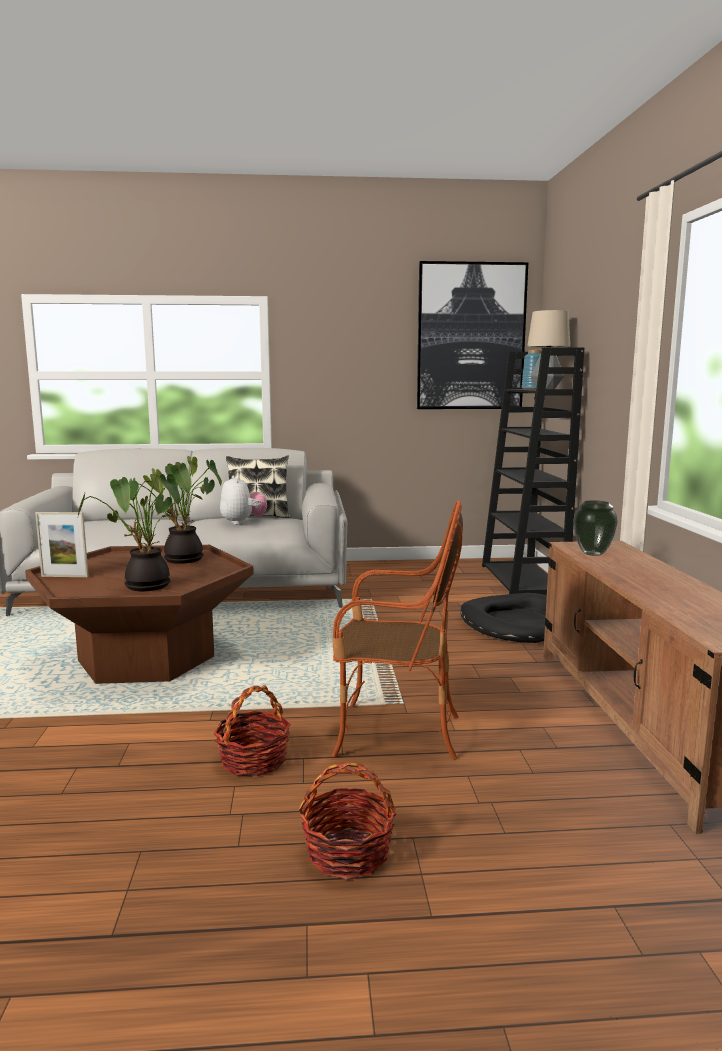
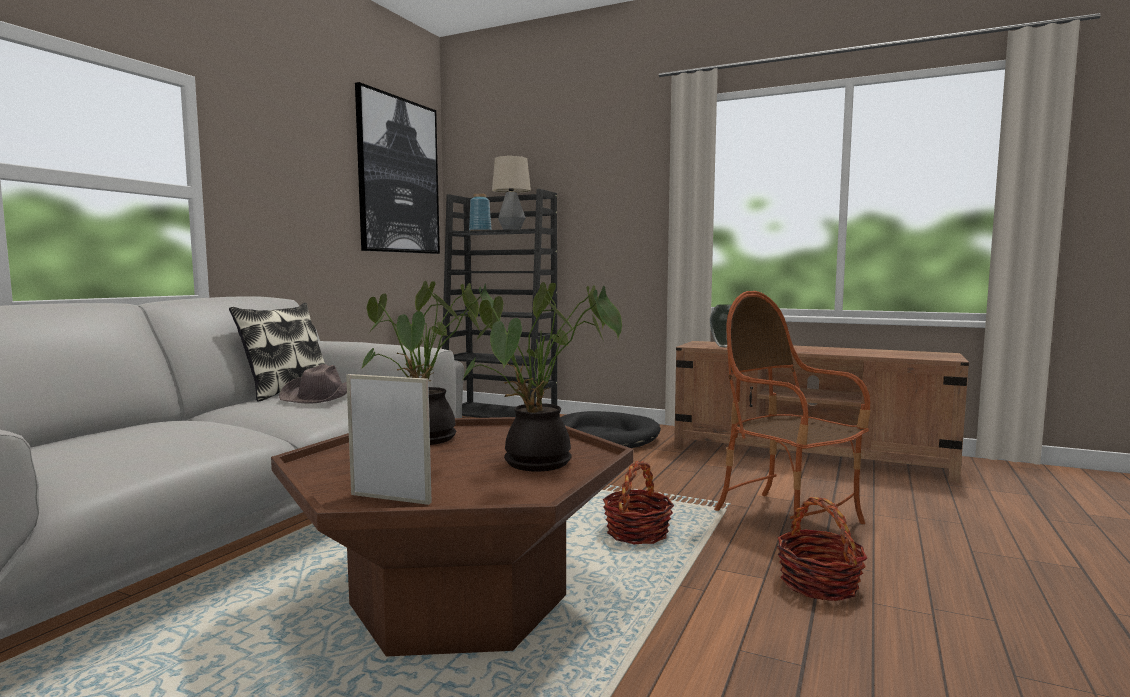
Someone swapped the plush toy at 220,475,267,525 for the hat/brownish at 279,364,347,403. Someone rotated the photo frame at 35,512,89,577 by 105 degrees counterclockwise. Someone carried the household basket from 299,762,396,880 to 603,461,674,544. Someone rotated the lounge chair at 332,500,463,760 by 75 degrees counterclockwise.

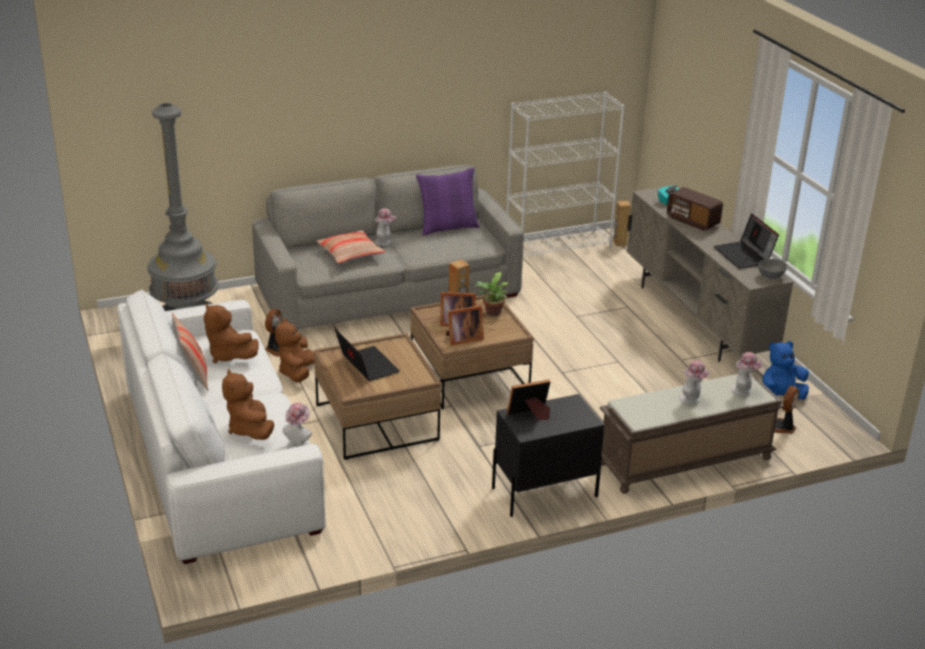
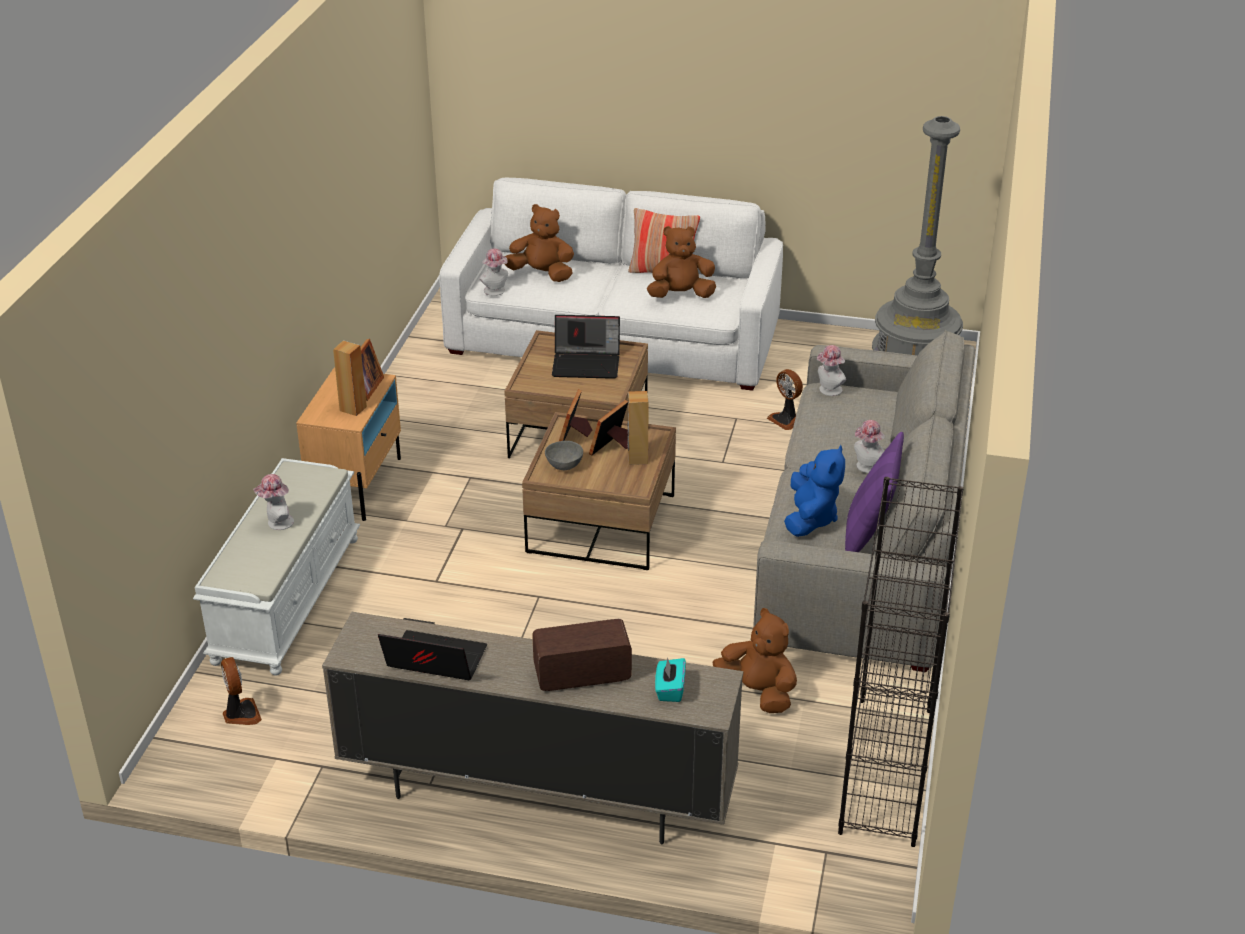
Someone repainted the indoor bench/brownish at 600,374,784,493, which became the indoor bench/white-coloured at 193,458,360,676. Someone repainted the night table/black-coloured at 492,394,604,517, which became the night table/beige at 296,368,401,521. Someone carried the speaker/brownish from 613,201,631,246 to 333,341,367,416. Someone carried the serving bowl/gray from 758,259,787,279 to 545,441,583,470. Someone carried the plush toy/brownish from 275,318,314,382 to 712,608,797,713. Someone carried the plush toy/blue-coloured from 762,341,809,400 to 784,445,845,537. Someone carried the hat from 731,352,763,396 to 817,345,846,396. Someone repainted the bookshelf/white-coloured at 507,92,625,257, which became the bookshelf/black-coloured at 838,477,964,847. Someone took away the throw pillow at 316,230,385,264. Someone took away the plant in a pot at 474,272,508,316.

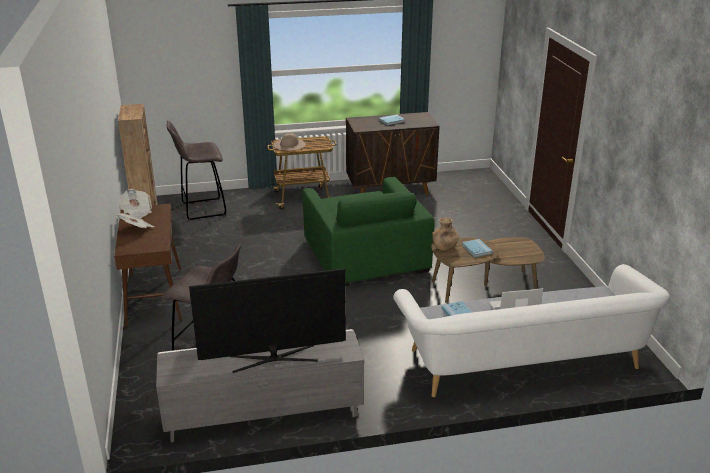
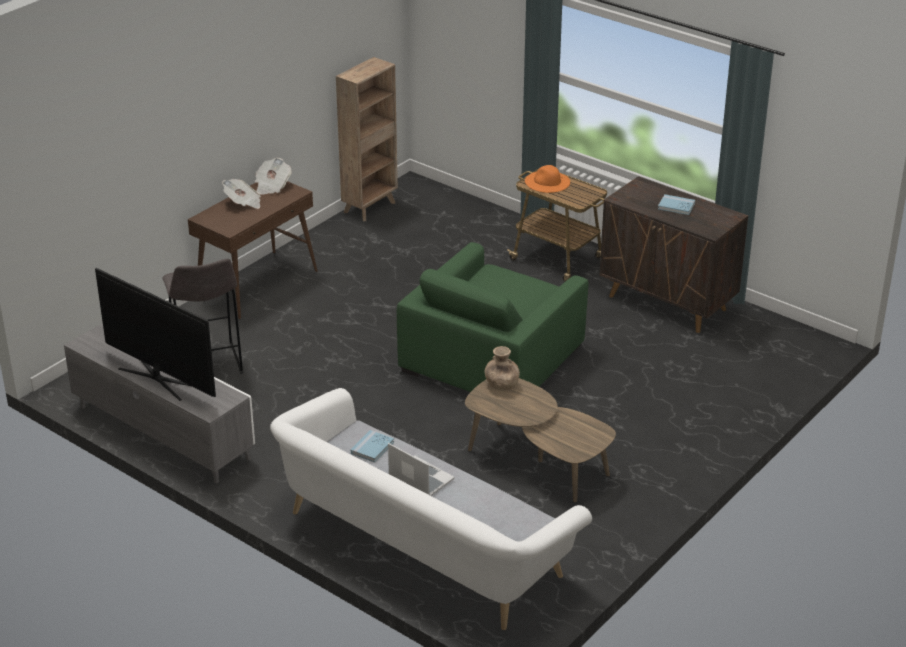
Someone repainted the hat/beige at 273,132,306,151, which became the hat/orangey at 525,165,570,193. Someone took away the sitting stool/gray at 167,121,226,221. Someone took away the bound book/blue-coloured at 462,239,492,258.

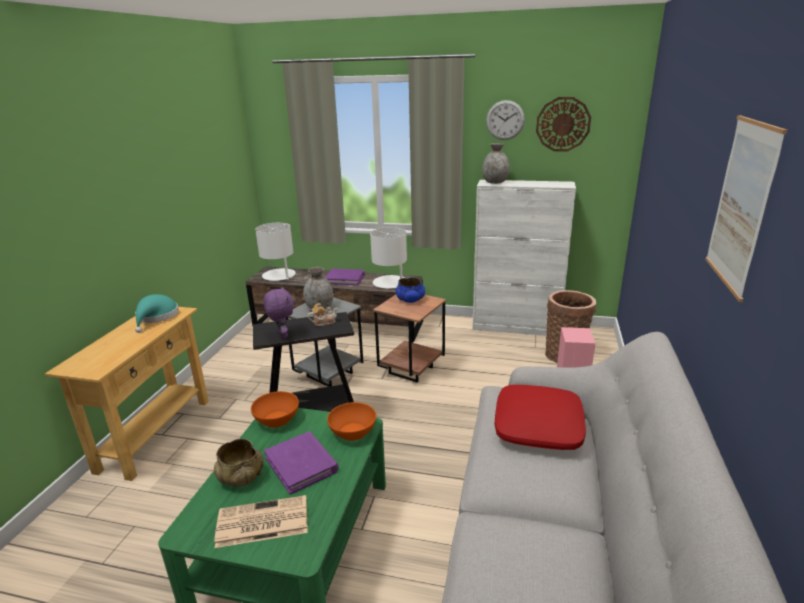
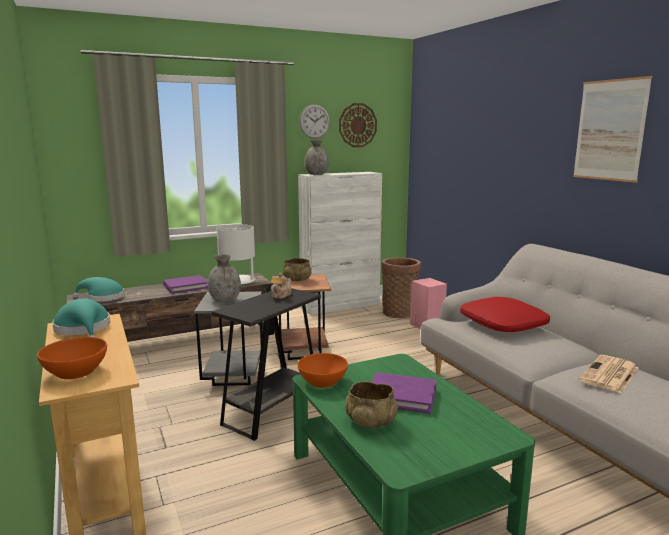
Someone carried the serving bowl/orangey from 327,402,376,441 to 37,337,107,379. Someone swapped the lamp for a table/white-coloured at 255,223,296,281 for the hat/blue-green at 73,277,125,302. Someone repainted the serving bowl/blue-coloured at 395,277,425,303, which became the serving bowl/beige at 283,258,311,282. Someone carried the daily paper from 215,495,308,548 to 579,355,638,393. Someone took away the plush toy/purple at 263,287,294,339.

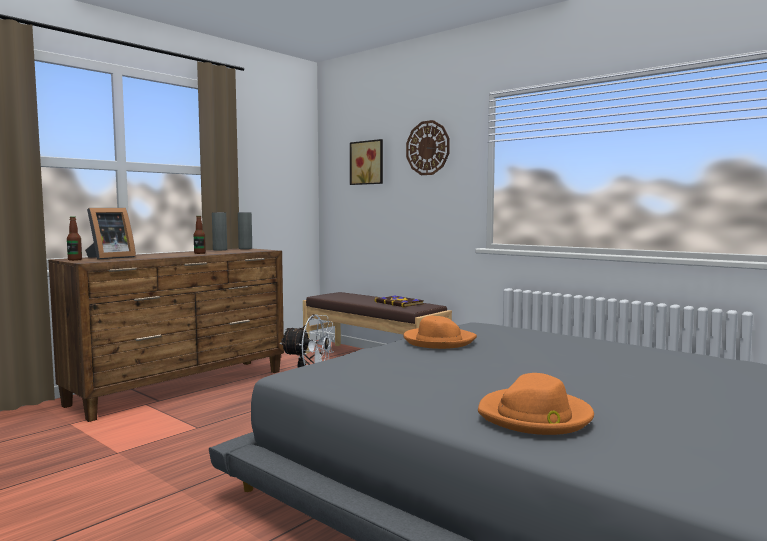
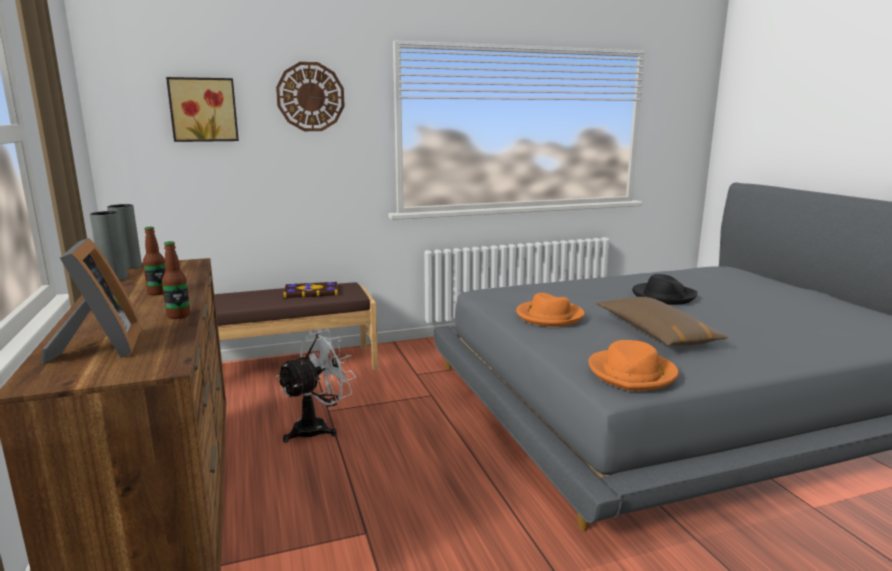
Someone carried the beverage bottle from 67,216,82,261 to 162,241,190,319. Someone carried the hat/orangey from 478,373,594,435 to 588,340,679,391. Someone put down the throw pillow/brownish at 596,297,728,346. Someone put down the hat/black-coloured at 632,274,698,305.

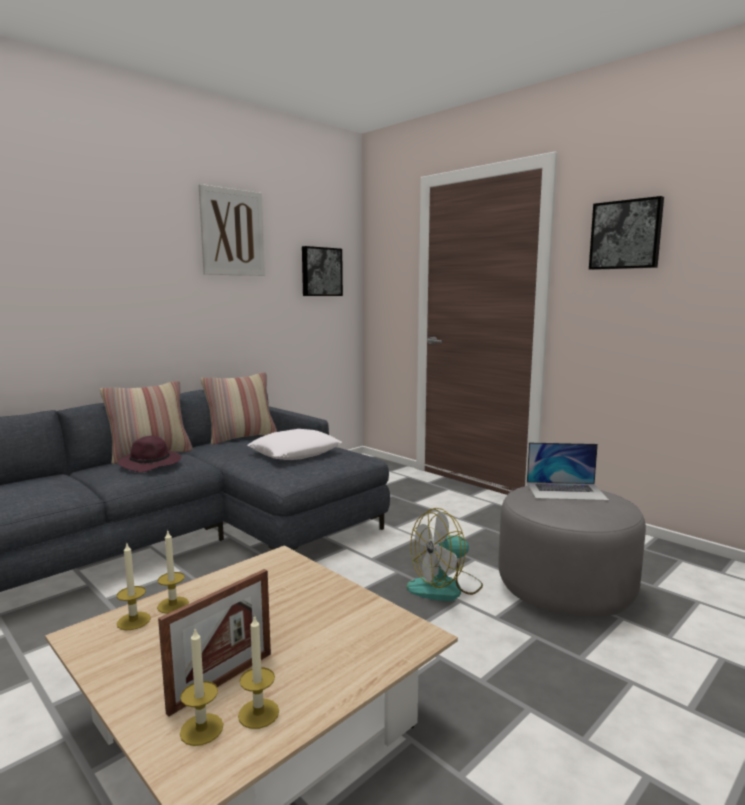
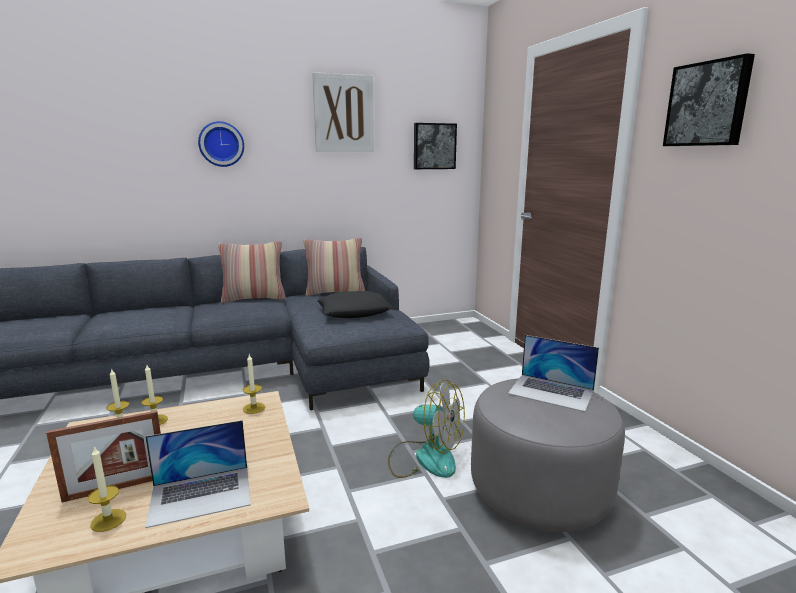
Someone put down the portable computer at 145,420,251,528. Someone put up the clock on the wall at 198,121,244,167. Someone carried the wax light from 180,629,223,746 to 243,355,265,414. Someone repainted the throw pillow/white-coloured at 247,429,342,460, which became the throw pillow/black-coloured at 317,291,393,318. Someone rotated the cooling fan at 407,508,483,601 by 150 degrees counterclockwise. Someone took away the hat/purple at 118,436,181,472.

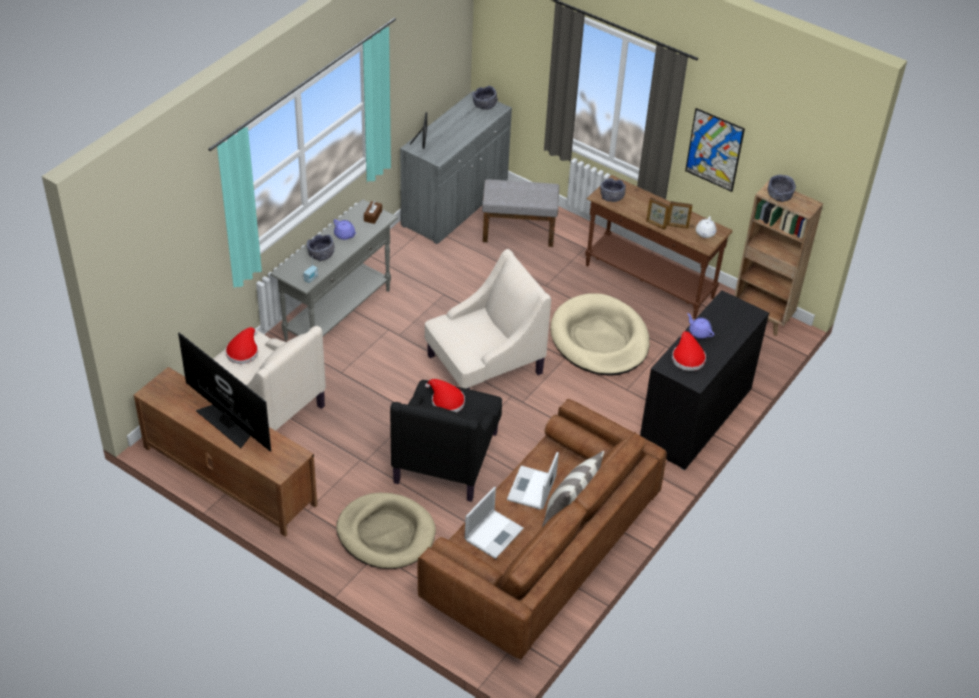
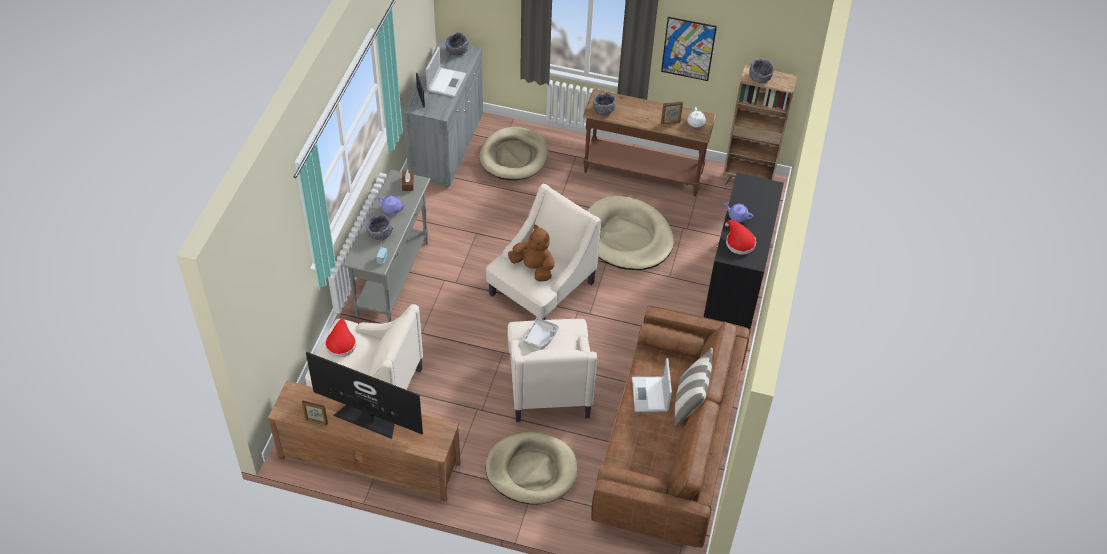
Someone carried the photo frame from 646,198,670,230 to 302,401,328,426. Someone carried the portable computer from 465,487,524,559 to 426,46,466,97. Someone swapped the ottoman/gray at 482,179,559,247 for the dog cushion/beige at 479,127,548,180. Someone repainted the lounge chair/black-coloured at 390,380,502,502, which became the lounge chair/beige at 507,319,597,422. Someone put down the plush toy/brownish at 508,225,555,282. Someone swapped the hat/red-coloured at 425,379,465,412 for the tray/gray at 523,317,559,349.

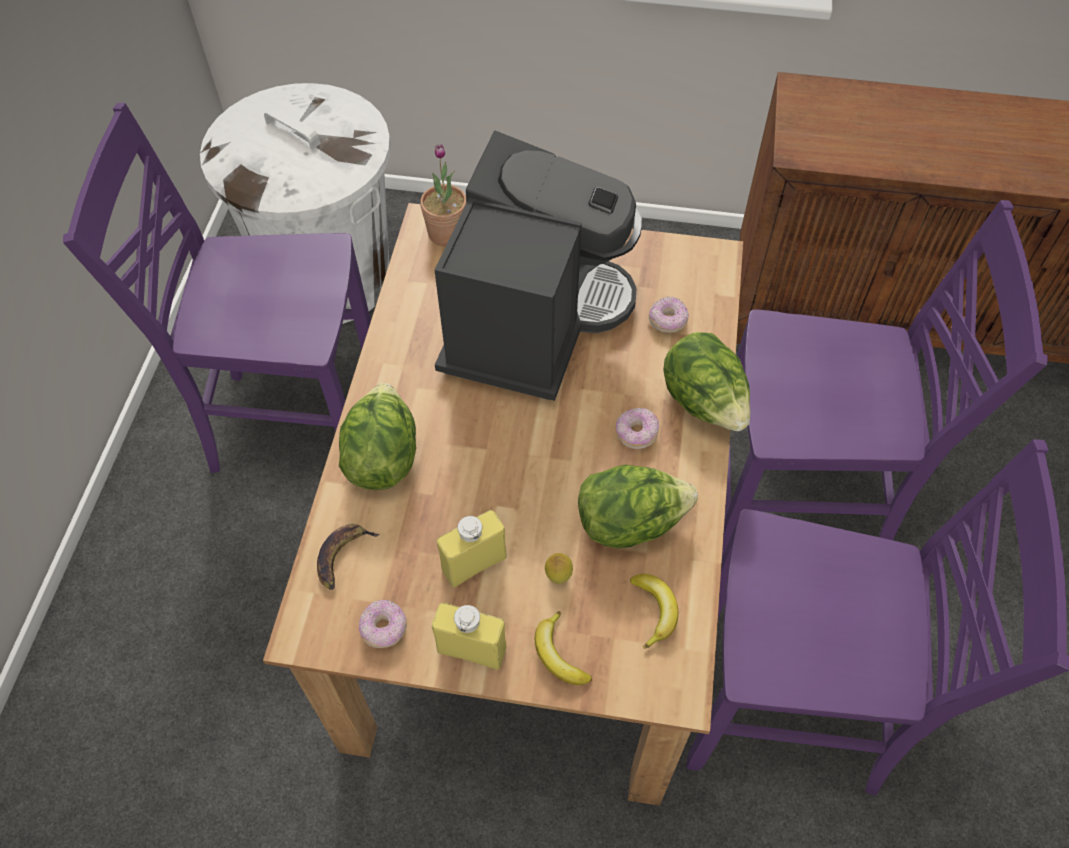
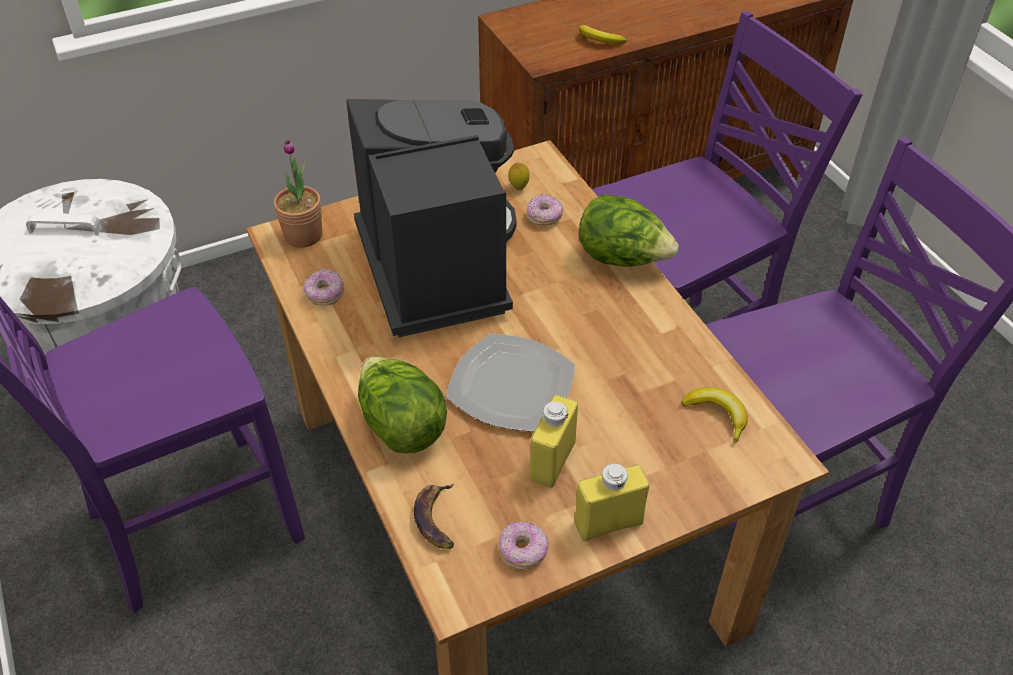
Someone carried the donut from 616,408,659,449 to 303,269,344,306. Someone put down the dinner plate at 446,333,575,432. Someone carried the lemon from 545,553,573,584 to 508,162,530,190. Someone carried the whole banana from 535,611,592,685 to 579,25,627,45. Someone took away the head of lettuce at 578,464,698,548.

